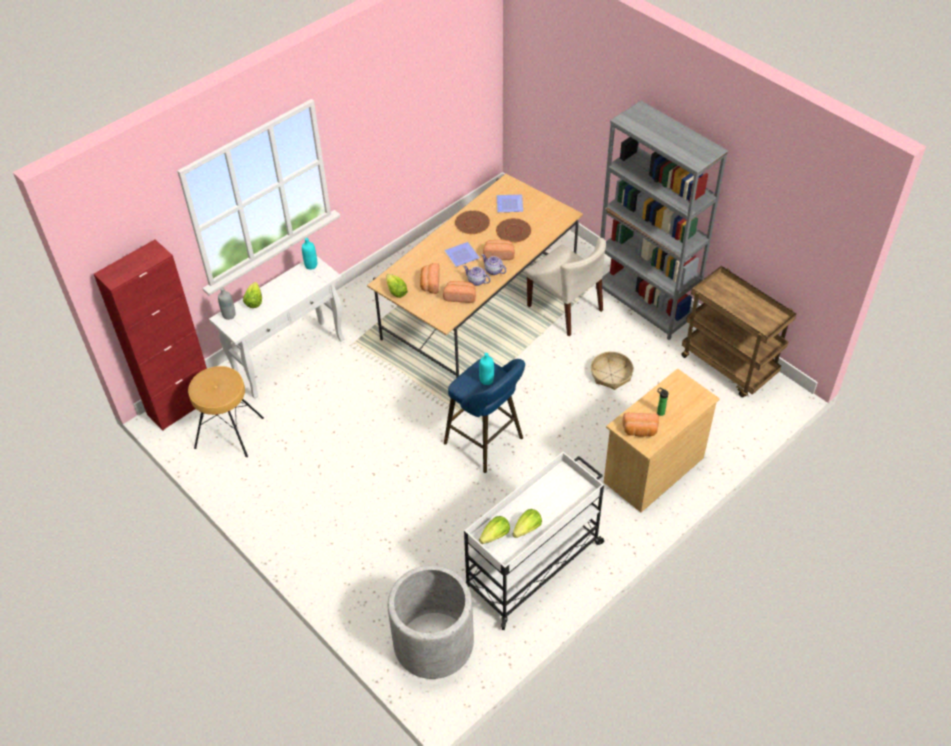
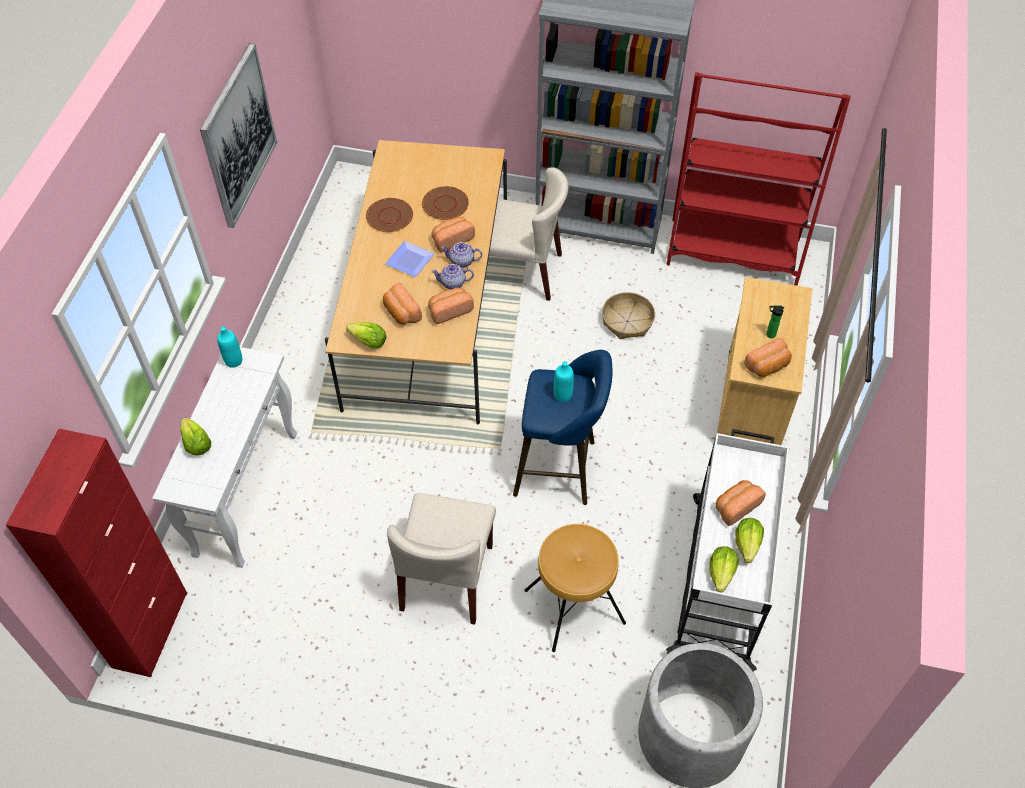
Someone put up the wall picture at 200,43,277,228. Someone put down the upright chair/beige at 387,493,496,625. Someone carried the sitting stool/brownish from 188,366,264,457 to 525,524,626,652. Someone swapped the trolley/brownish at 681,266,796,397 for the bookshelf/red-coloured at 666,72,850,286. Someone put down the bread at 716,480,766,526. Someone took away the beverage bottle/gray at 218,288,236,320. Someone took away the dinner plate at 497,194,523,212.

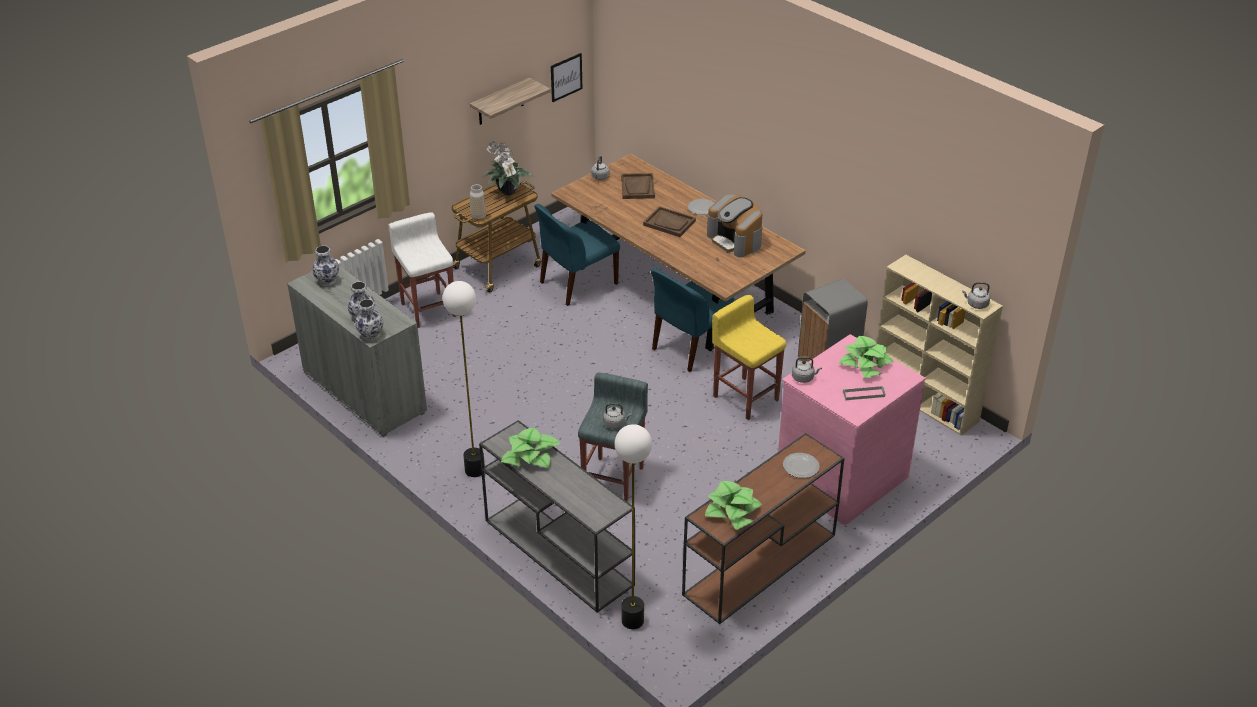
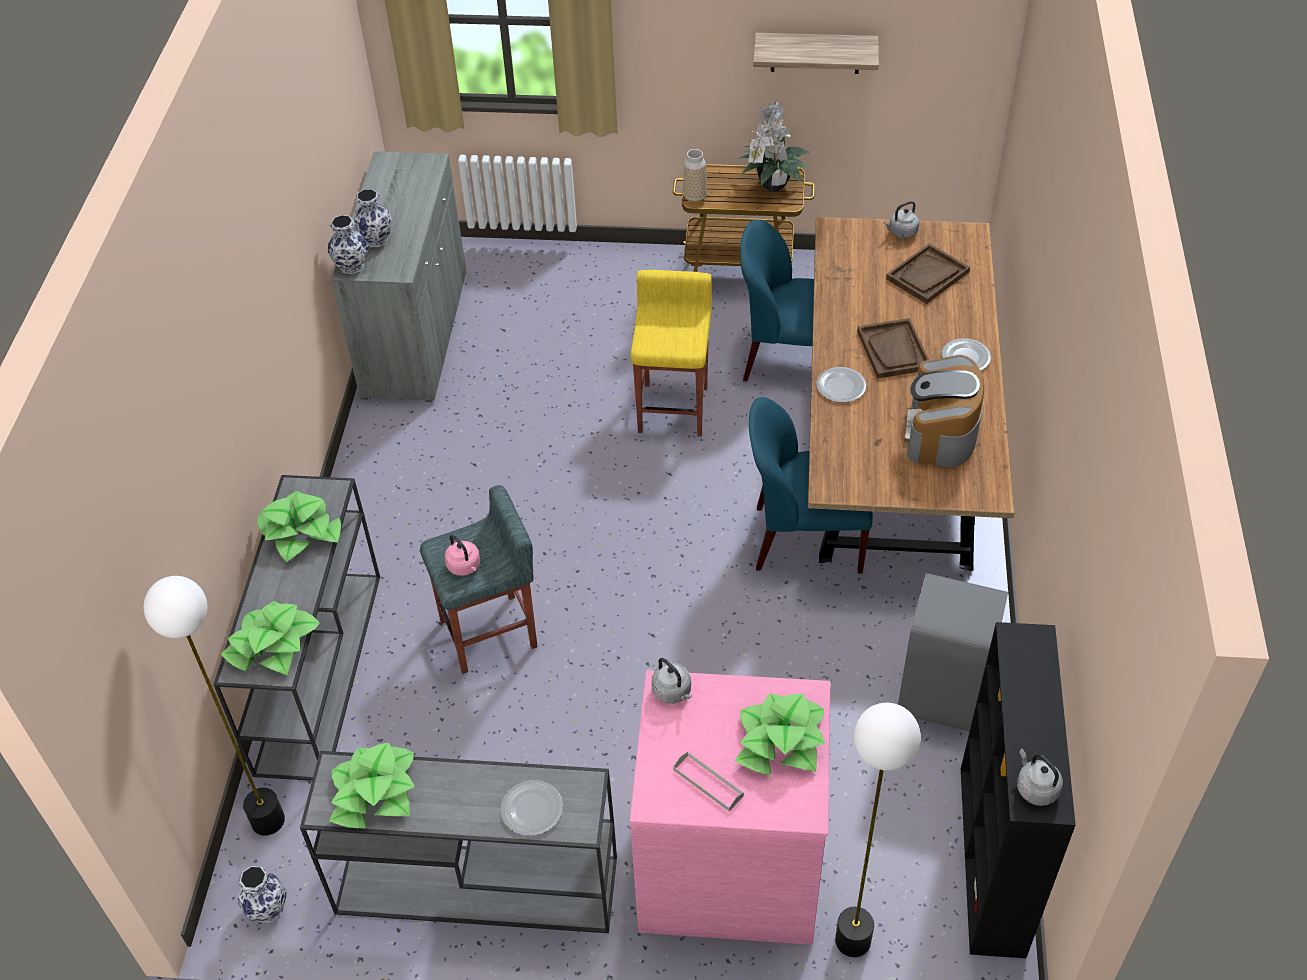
Someone put down the plant in a pot at 221,601,320,675. Someone carried the decorative vase from 312,246,339,286 to 238,866,287,923. Someone repainted the hall table/brownish at 682,433,844,624, which became the hall table/gray at 300,751,617,933. Someone repainted the tea kettle/gray at 603,403,632,429, which became the tea kettle/pink at 444,534,480,576. Someone carried the sitting stool/yellow from 712,295,787,420 to 631,270,712,437. Someone put down the dinner plate at 816,367,867,403. Someone carried the floor lamp from 443,281,485,477 to 835,703,921,957. Someone repainted the bookshelf/beige at 876,255,1003,436, which became the bookshelf/black-coloured at 961,622,1076,958. Someone took away the sitting stool/white-coloured at 389,212,456,328. Someone took away the wall picture at 551,53,582,102.

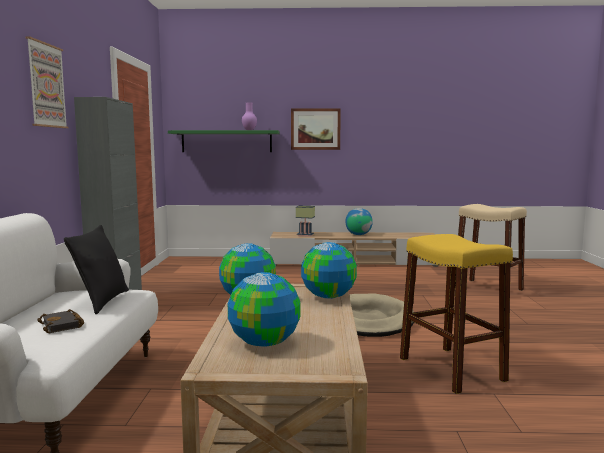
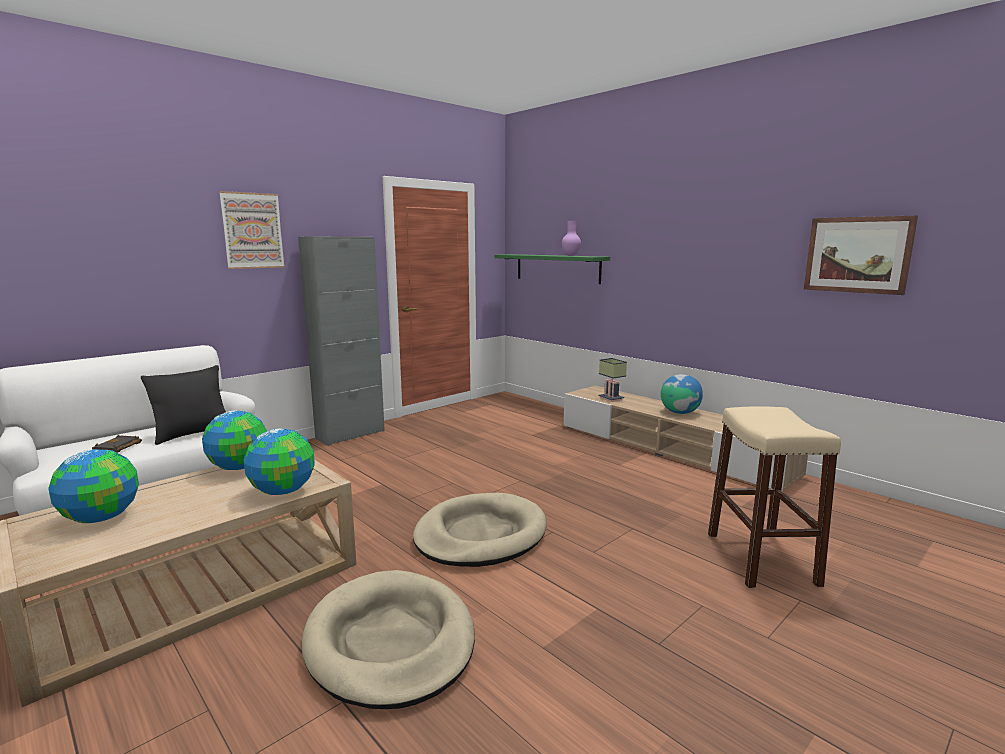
Someone swapped the sitting stool/yellow at 400,234,513,394 for the dog cushion/beige at 302,570,475,709. Someone carried the wall picture from 291,108,341,150 to 804,215,918,295.

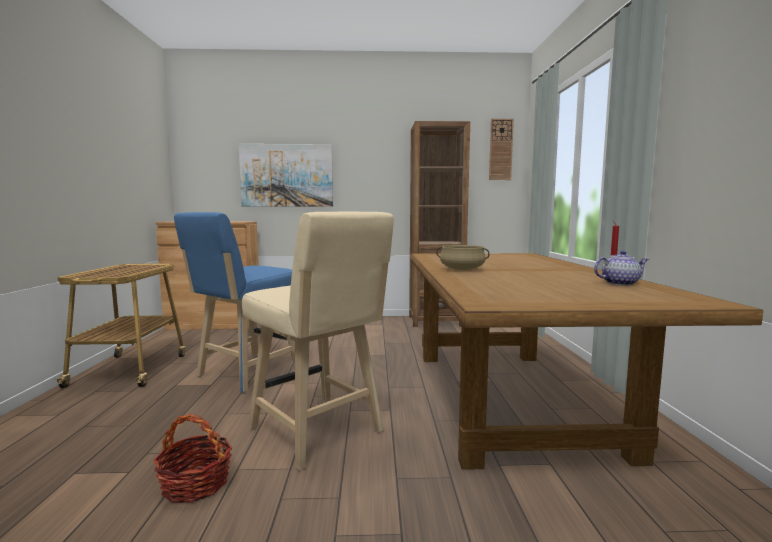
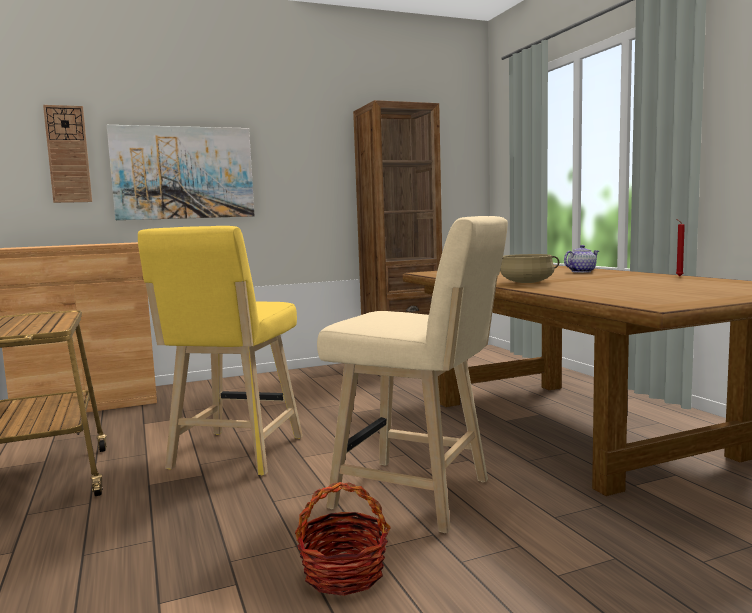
Someone carried the clock on the wall from 489,119,514,180 to 43,105,92,203. Someone repainted the sitting stool/blue-coloured at 174,212,295,393, which became the sitting stool/yellow at 138,226,303,476. Someone carried the tea pot from 594,251,649,286 to 564,245,599,273.

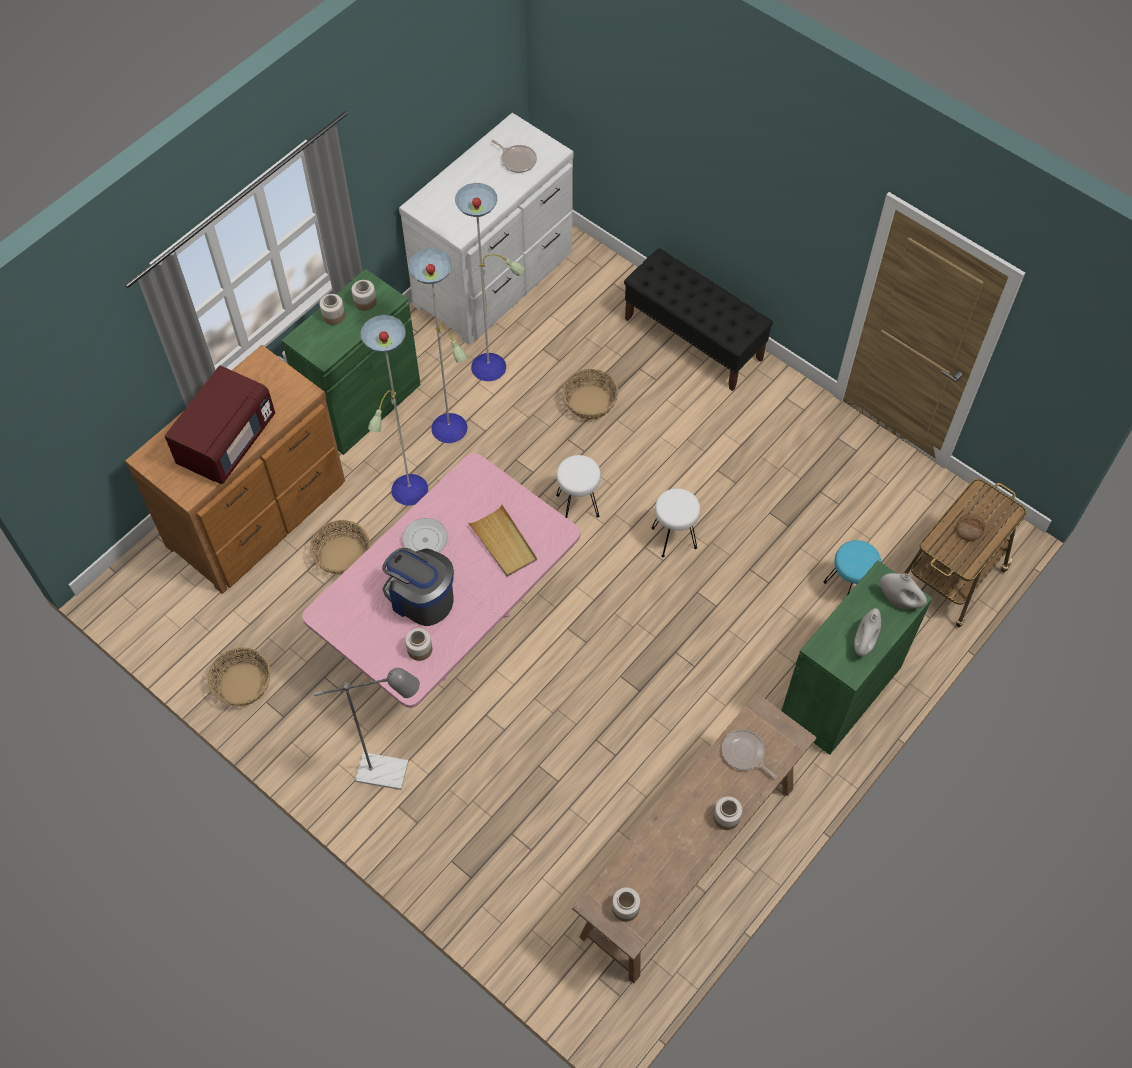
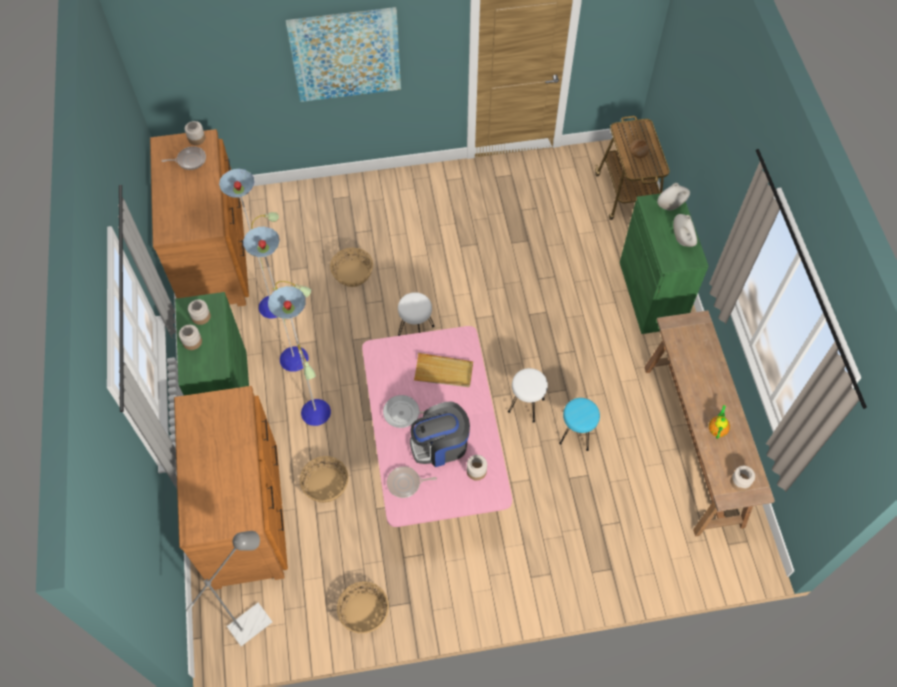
Someone repainted the dresser/white-coloured at 399,113,574,345, which became the dresser/brownish at 150,129,249,307. Someone carried the preserve jar from 713,796,742,830 to 185,121,205,145. Someone carried the floor lamp/gray from 313,668,420,790 to 186,531,272,646. Someone put up the wall picture at 286,7,401,102. Someone carried the frying pan from 722,729,777,779 to 387,466,437,498. Someone carried the sitting stool/white-coloured from 651,488,700,557 to 508,368,548,423. Someone carried the sitting stool/blue-green from 824,540,881,595 to 559,398,600,451. Someone put down the tea pot at 709,405,730,439. Someone took away the kitchen microwave/red-coloured at 165,365,275,484. Someone took away the indoor bench/black-coloured at 624,248,773,391.

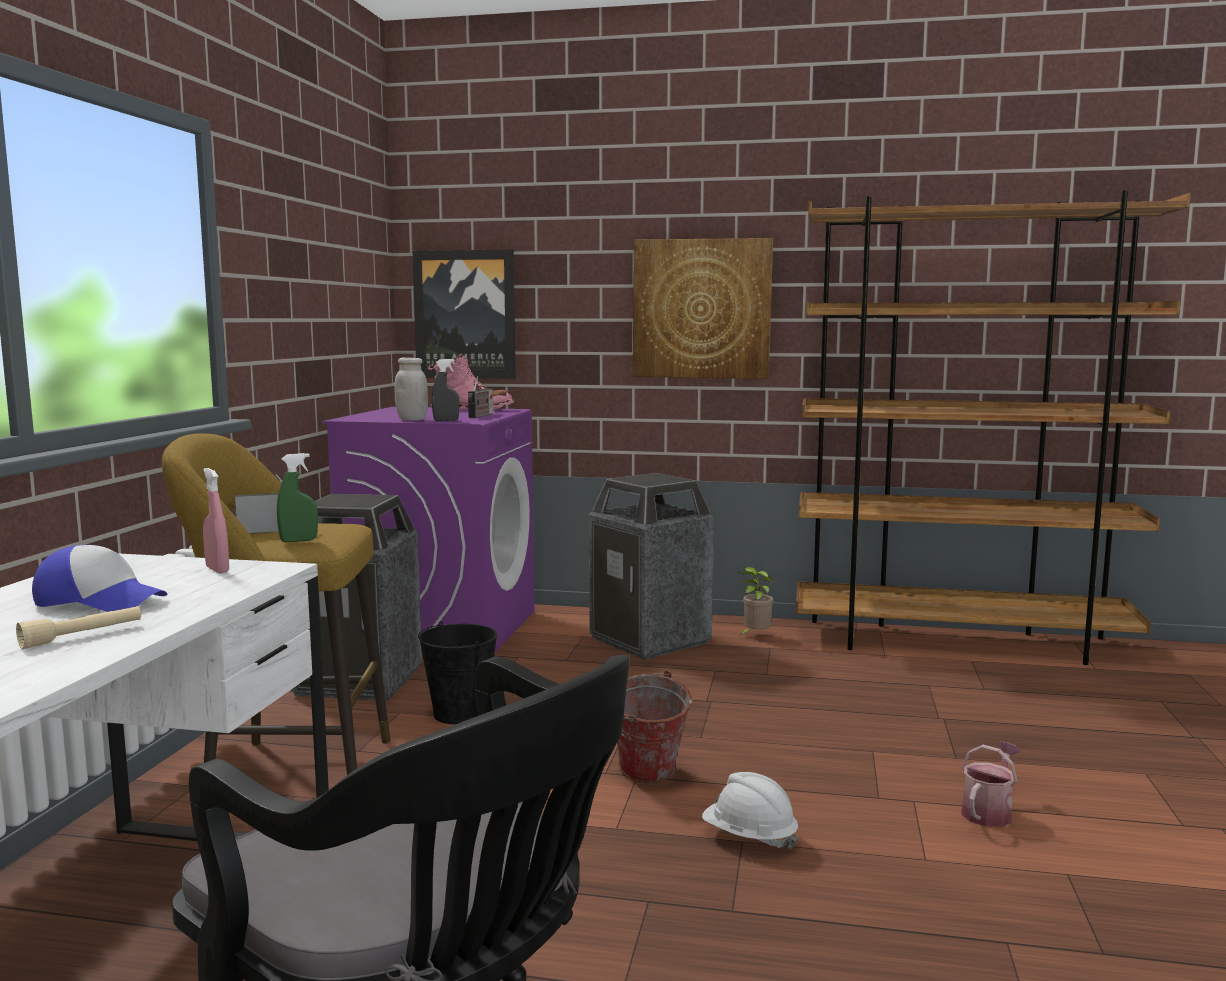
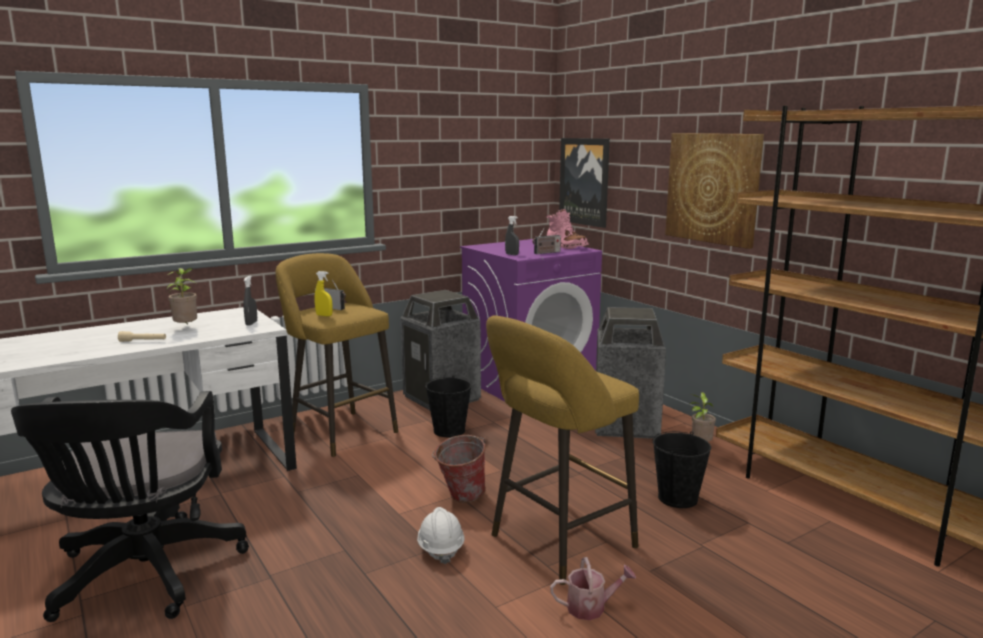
Someone swapped the baseball cap at 32,545,167,612 for the plant in a pot at 167,268,197,324. Someone repainted the spray bottle/pink at 203,468,229,573, which became the spray bottle/gray at 244,275,257,326. Someone repainted the spray bottle/greenish at 277,453,318,542, which became the spray bottle/yellow at 314,271,332,316. Someone put down the sitting stool/yellow at 486,315,639,585. Someone put down the water bucket/black-coloured at 652,431,711,508. Someone took away the preserve jar/white-coloured at 394,357,428,421.

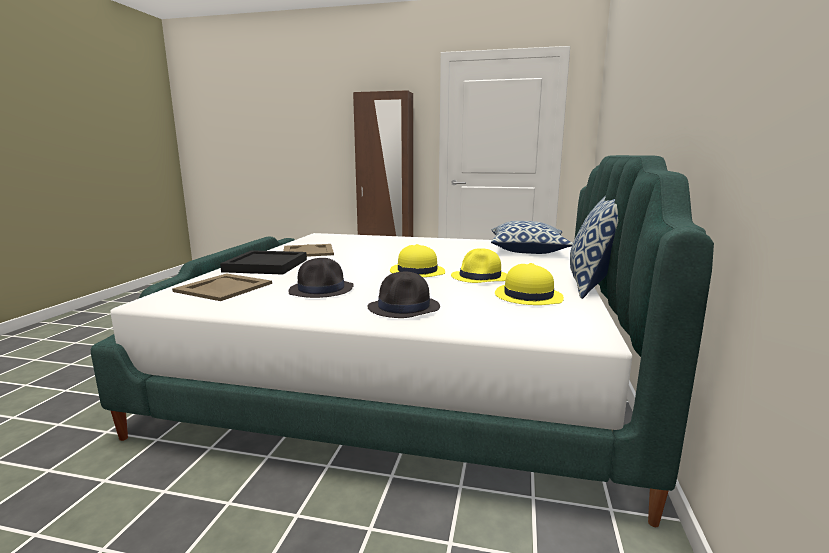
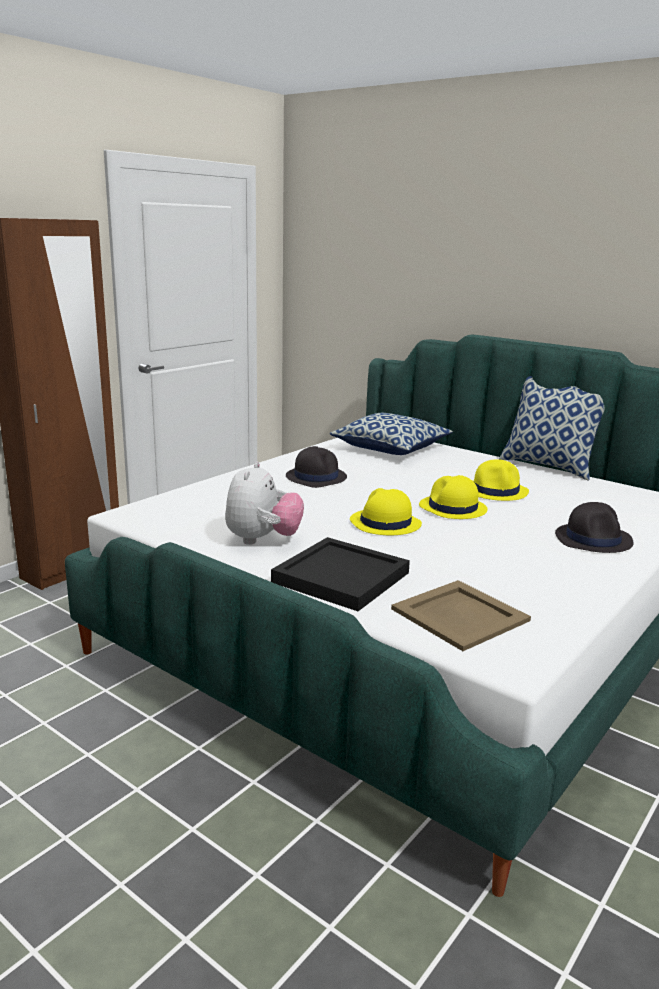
Someone swapped the tray/beige at 283,244,334,257 for the plush toy at 225,461,304,545. Someone carried the hat/black-coloured from 289,258,354,298 to 286,446,347,488. Someone carried the hat/yellow from 495,263,564,305 to 350,488,422,535.

